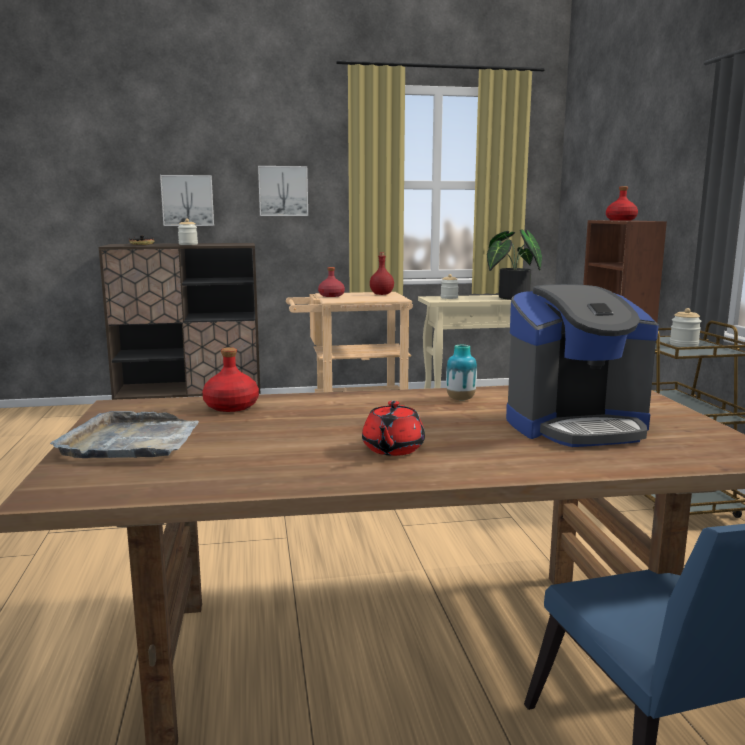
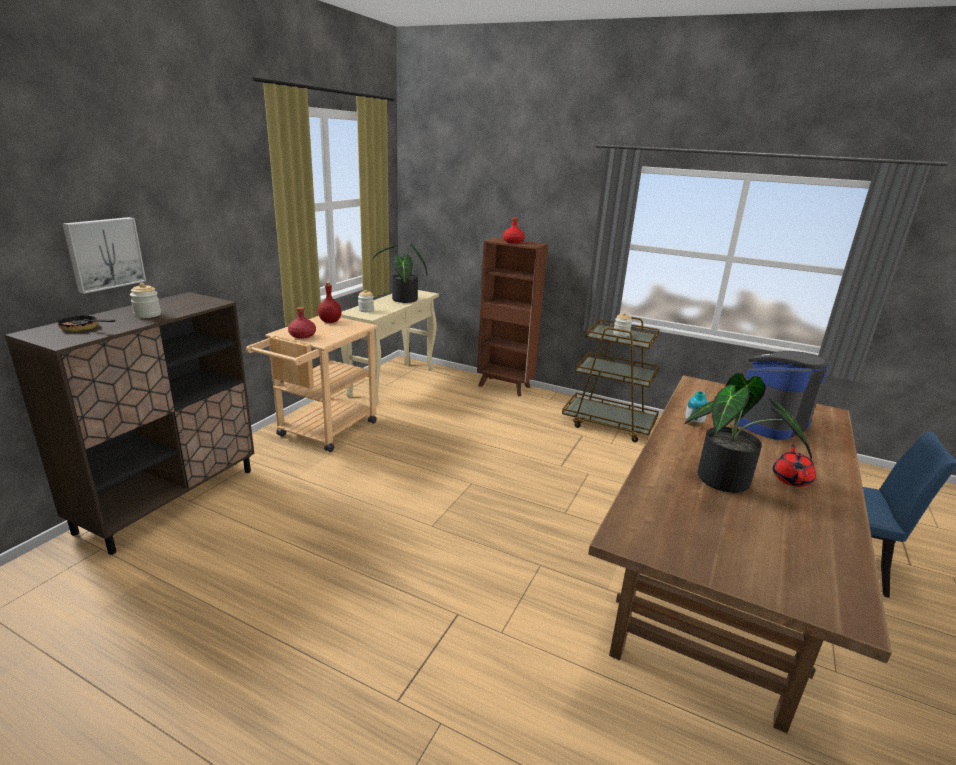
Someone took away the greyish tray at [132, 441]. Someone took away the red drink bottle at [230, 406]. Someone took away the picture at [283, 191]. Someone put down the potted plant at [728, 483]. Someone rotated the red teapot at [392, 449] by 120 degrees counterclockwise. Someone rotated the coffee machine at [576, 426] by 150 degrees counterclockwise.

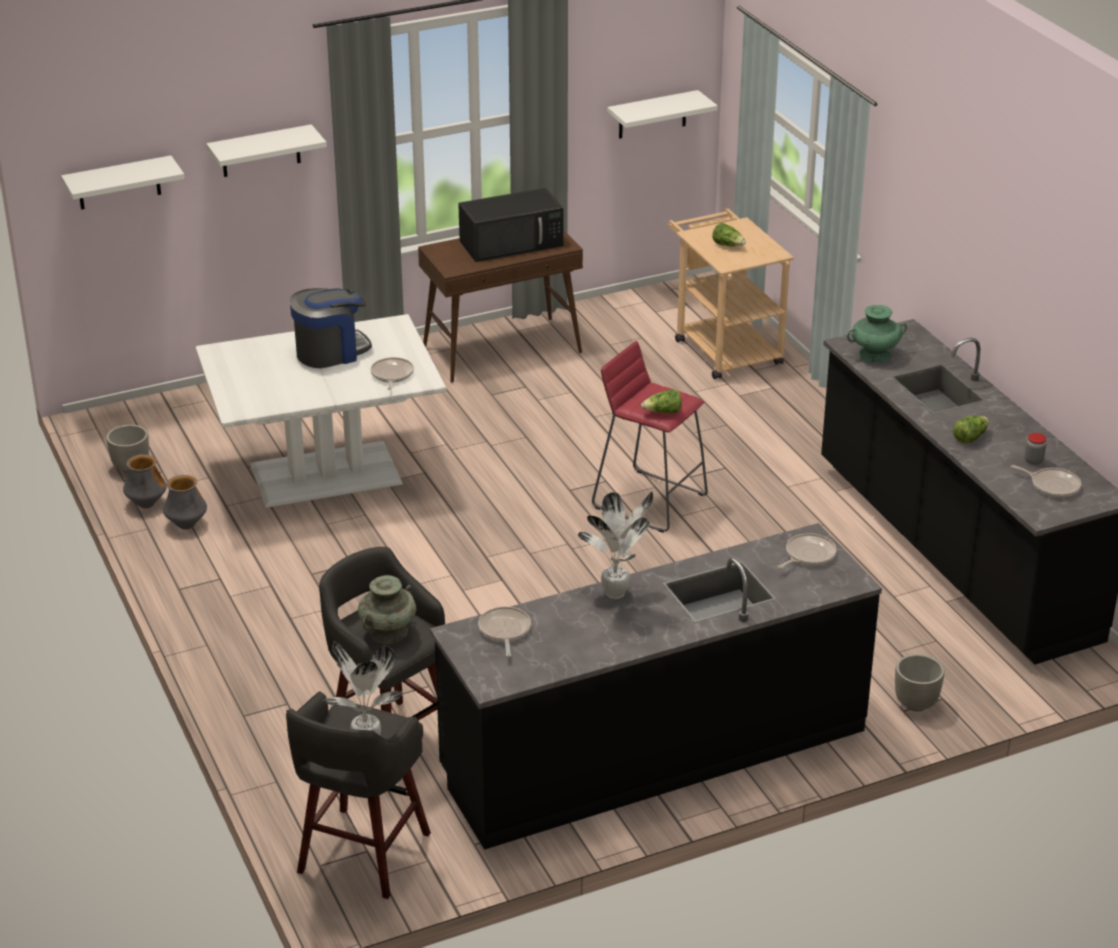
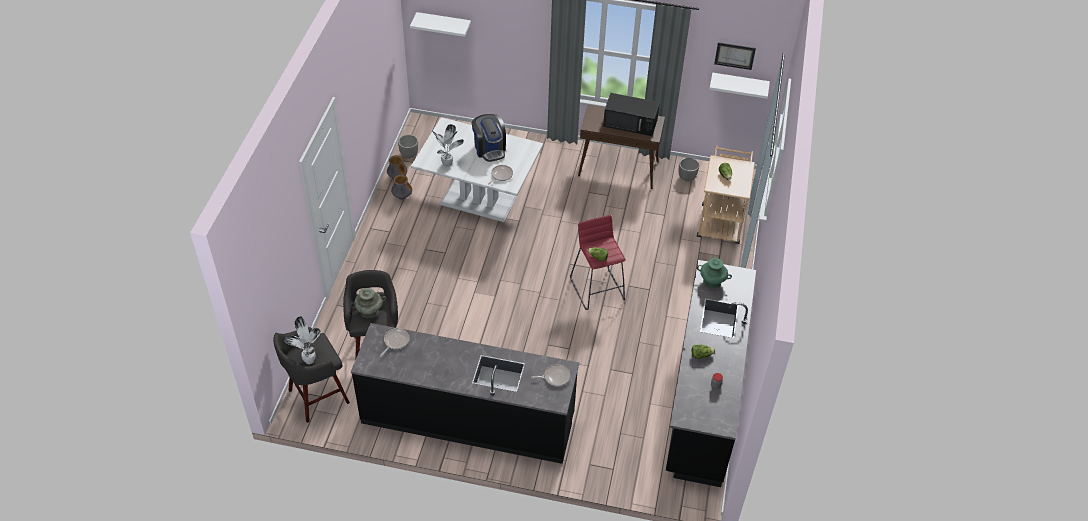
Someone took away the white bracket shelf at [260, 151]. Someone took away the frying pan at [1052, 485]. Someone put up the picture at [734, 55]. Someone carried the potted plant from [617, 593] to [447, 164]. Someone carried the planter from [915, 704] to [686, 178]. Someone rotated the coffee machine at [331, 352] by 60 degrees clockwise.

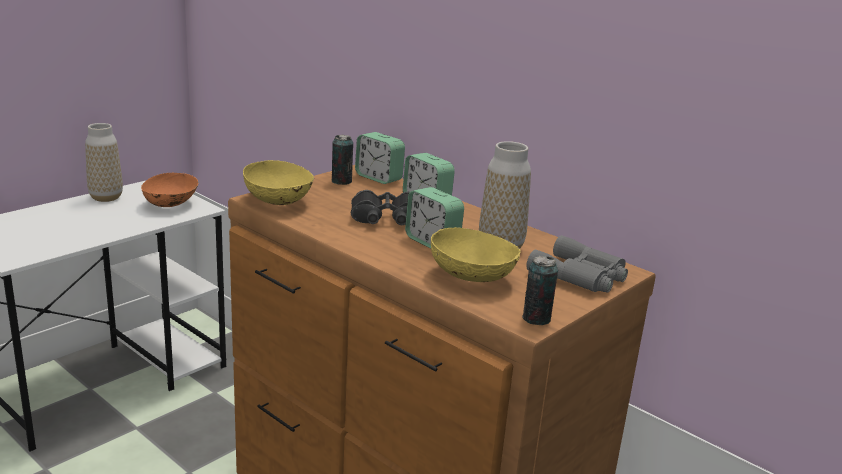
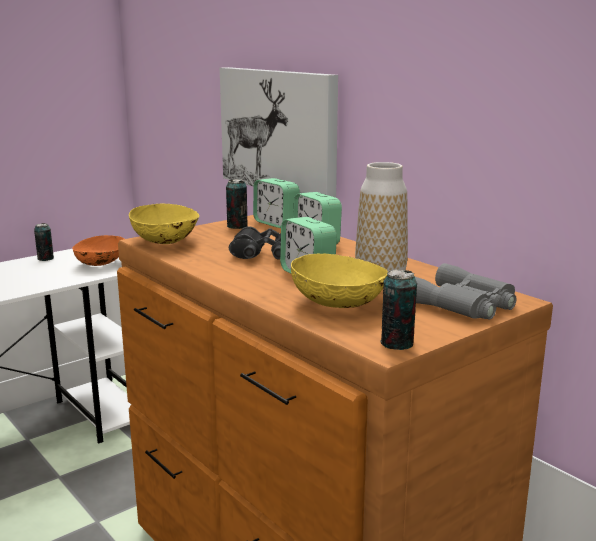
Someone put up the picture at [279, 131]. Someone swapped the decorative vase at [106, 197] for the can at [45, 259].

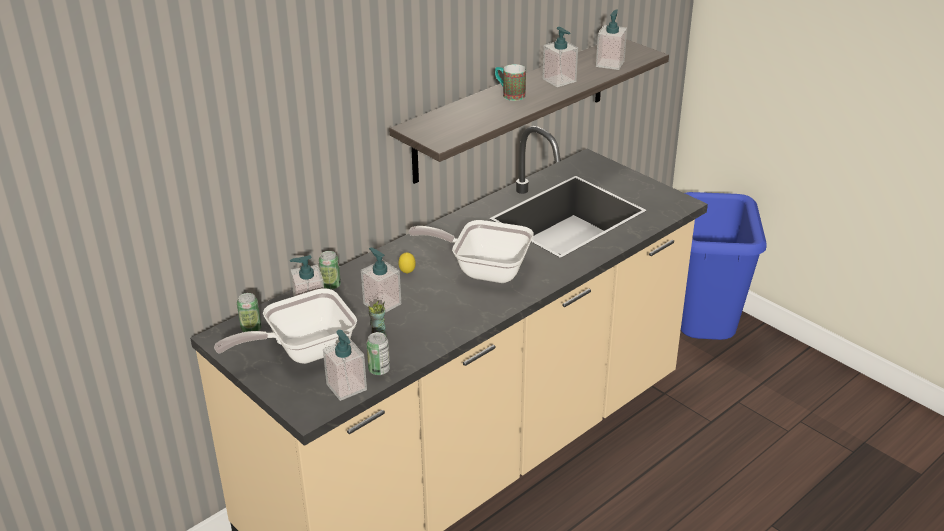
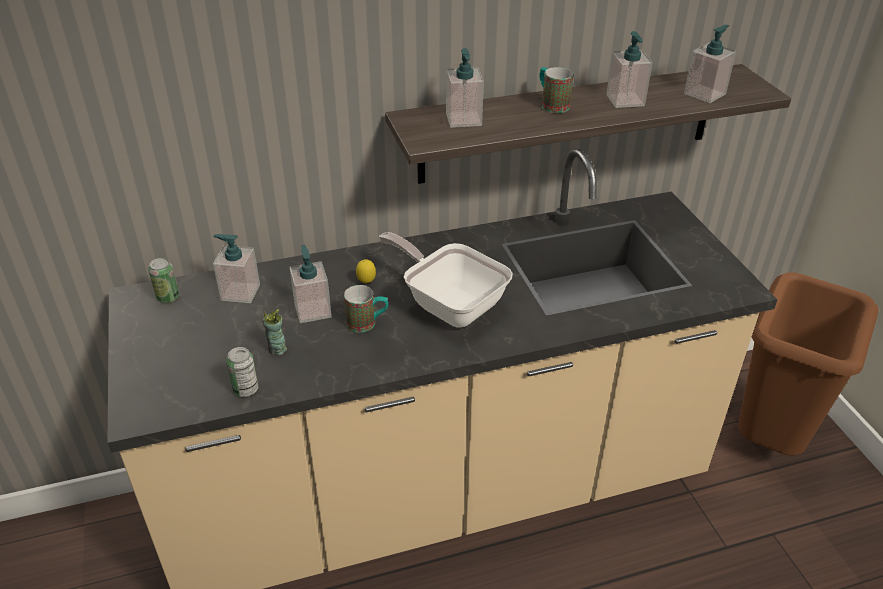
Someone took away the frying pan at [302, 351]. Someone took away the can at [331, 285]. Someone put down the coffee mug at [367, 323]. Someone carried the soap bottle from [346, 387] to [463, 119]. Someone repainted the blue-coloured rubbish bin at [702, 339], which became the brownish rubbish bin at [768, 441].

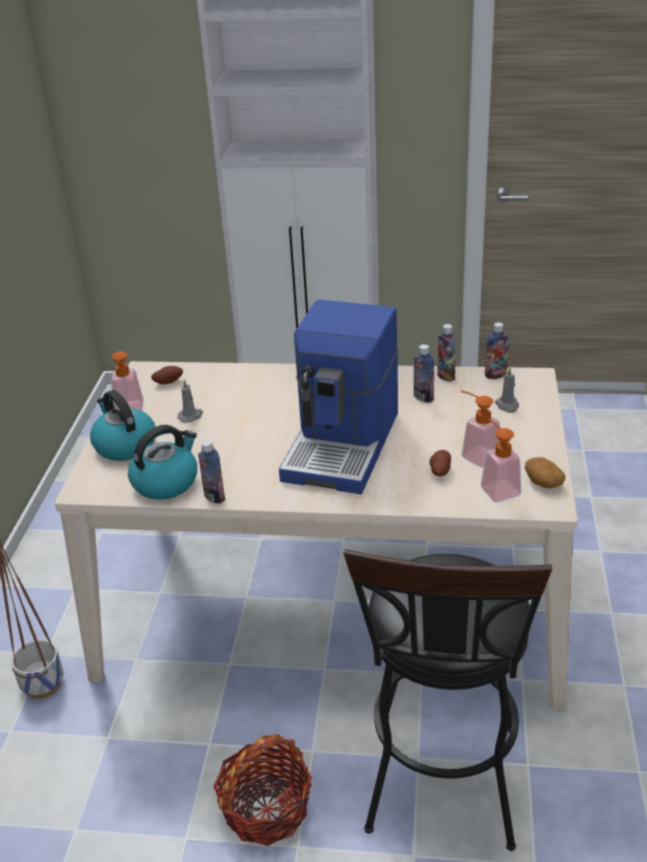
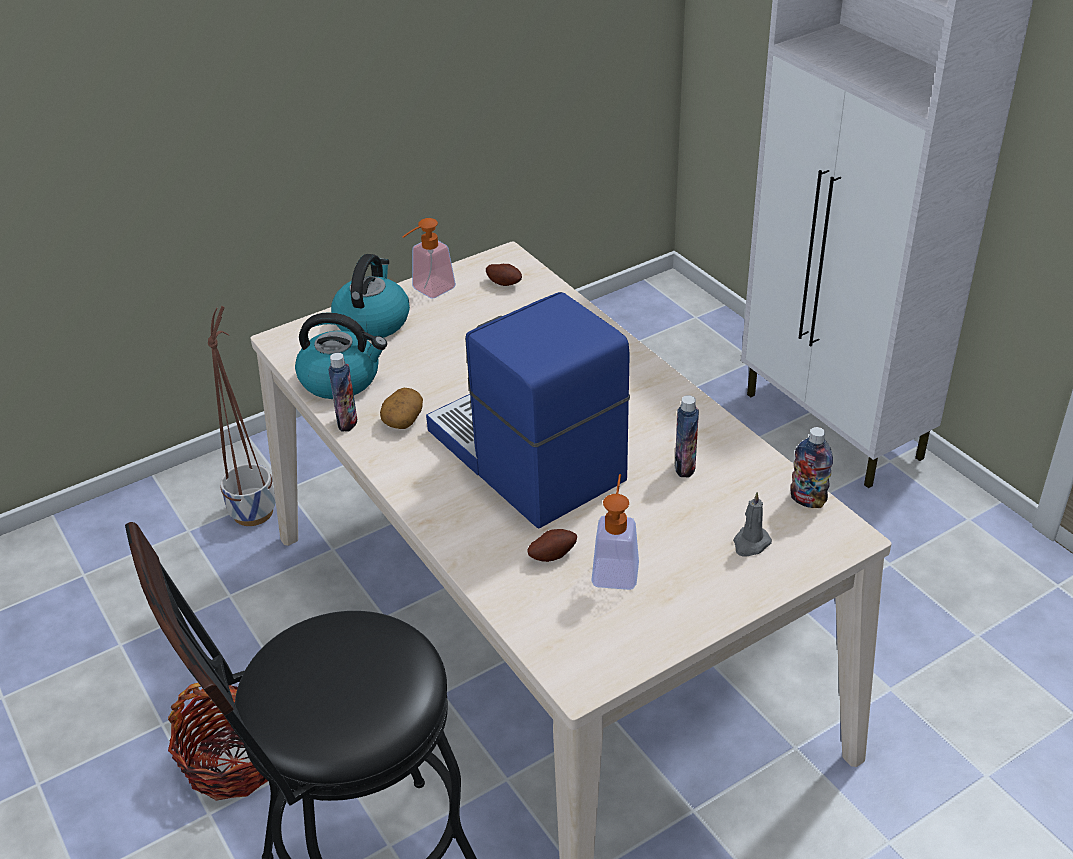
Someone took away the greyish candle at [191, 416]. Someone took away the drink bottle at [446, 376]. Someone took away the soap bottle at [496, 487]. Someone carried the whole potato from [543, 482] to [403, 419]. Someone rotated the coffee machine at [344, 445] by 75 degrees clockwise.

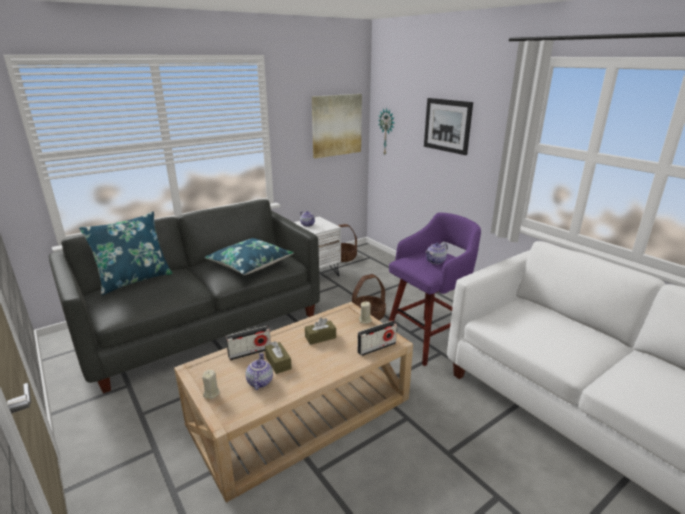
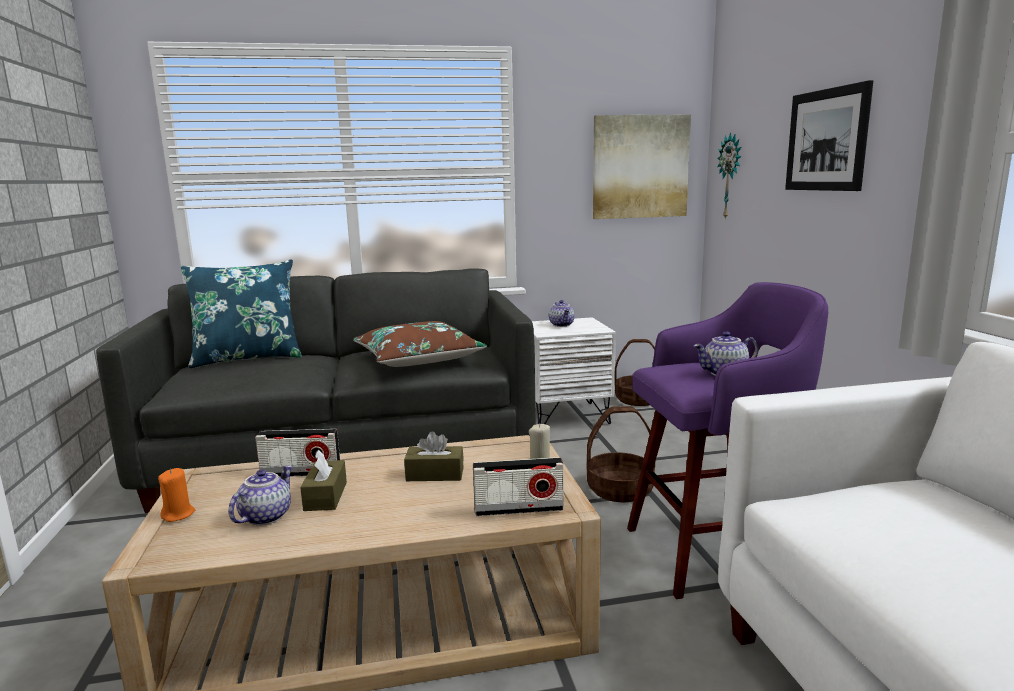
Someone repainted the sand-coloured candle at [211, 393], which became the orange candle at [178, 514]. Someone repainted the blue-coloured throw pillow at [250, 264], which became the brownish throw pillow at [418, 359].

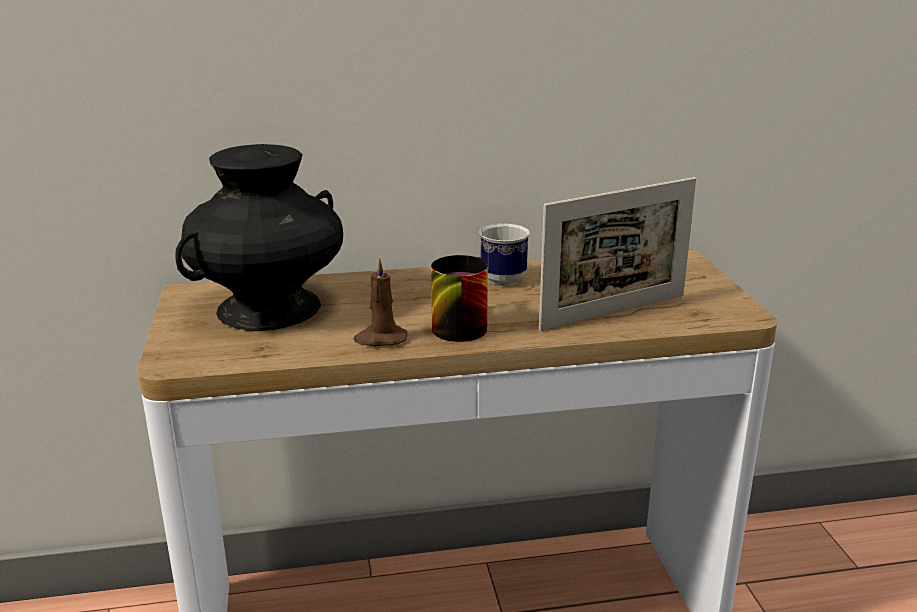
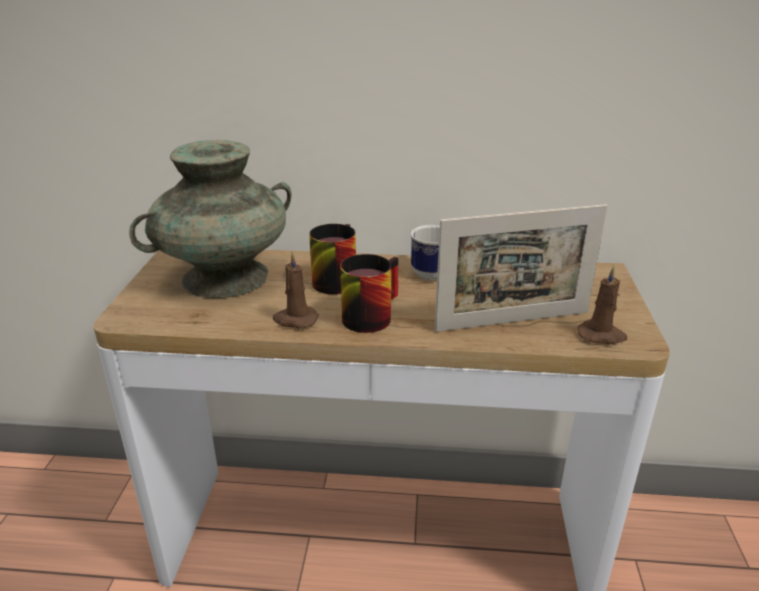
Someone put down the coffee mug at [333, 279]. Someone put down the brownish candle at [601, 335]. Someone repainted the black-coloured decorative vase at [268, 309], which became the turquoise-coloured decorative vase at [225, 278].

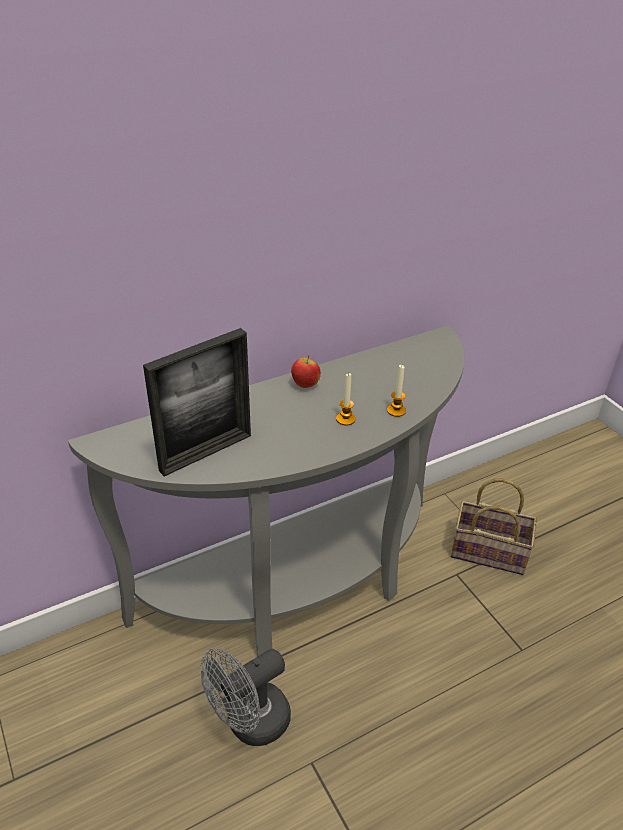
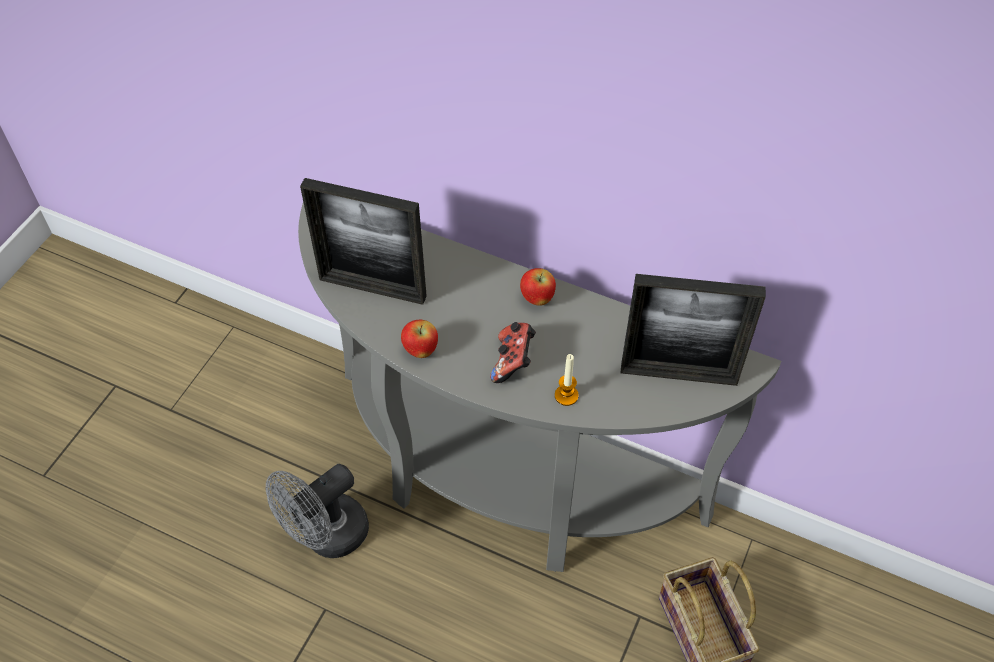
Someone put down the whole apple at [420, 350]. Someone put down the picture frame at [678, 374]. Someone swapped the candle at [345, 419] for the game controller at [513, 361]. Someone rotated the greyish fan at [249, 723] by 60 degrees counterclockwise.

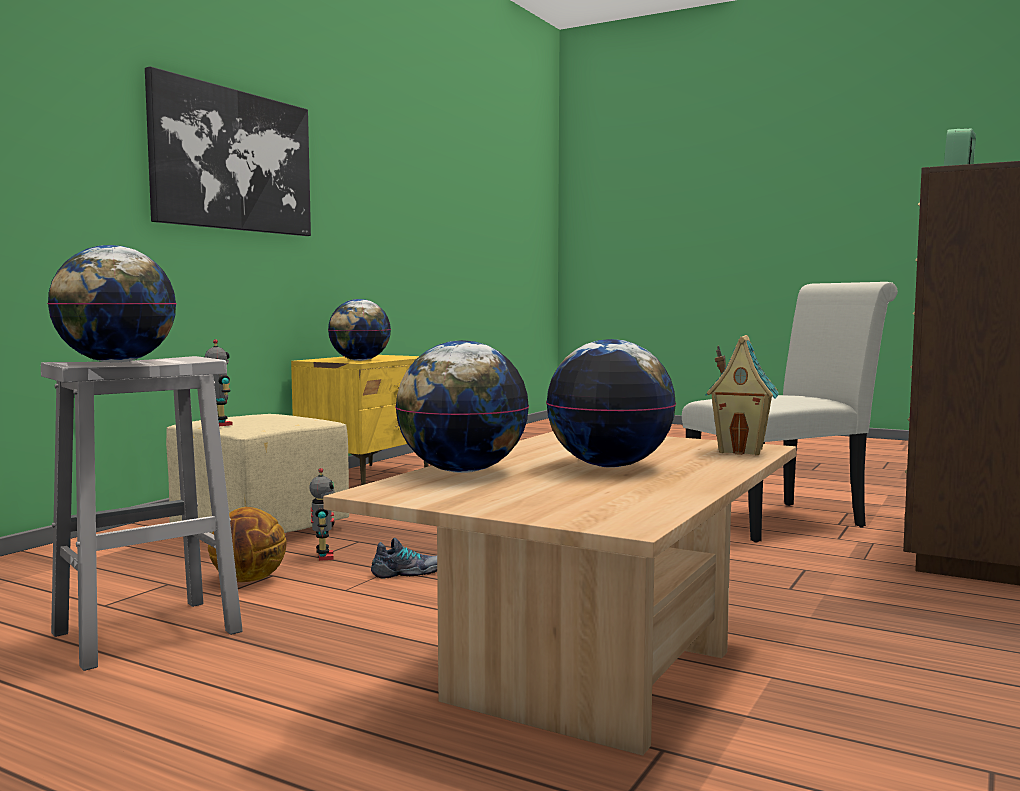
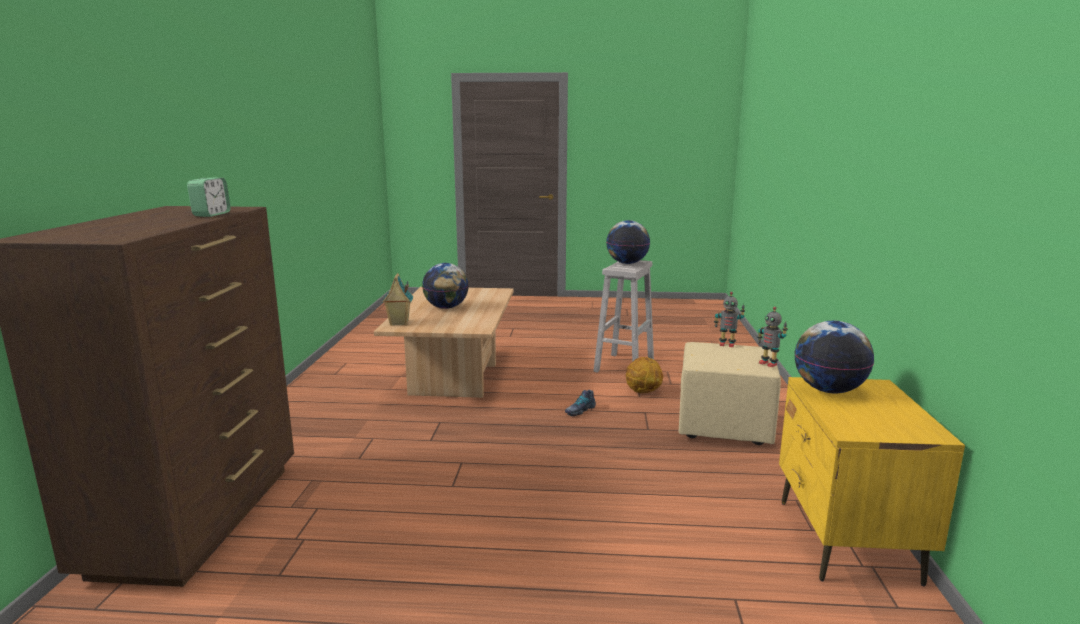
Someone took away the picture at [233, 160]. Someone took away the world globe at [462, 471]. Someone took away the white plain chair at [783, 520]. Someone carried the toy robot from [323, 557] to [768, 364].

